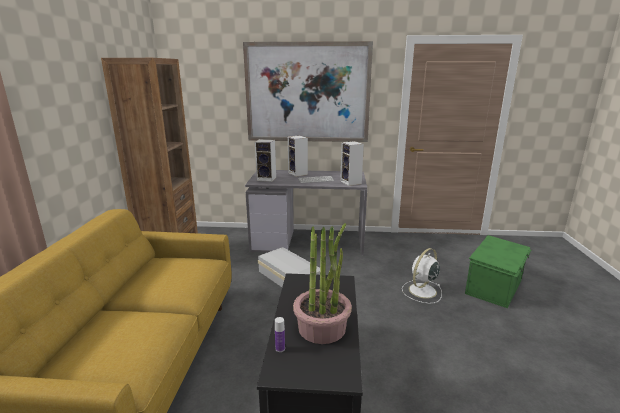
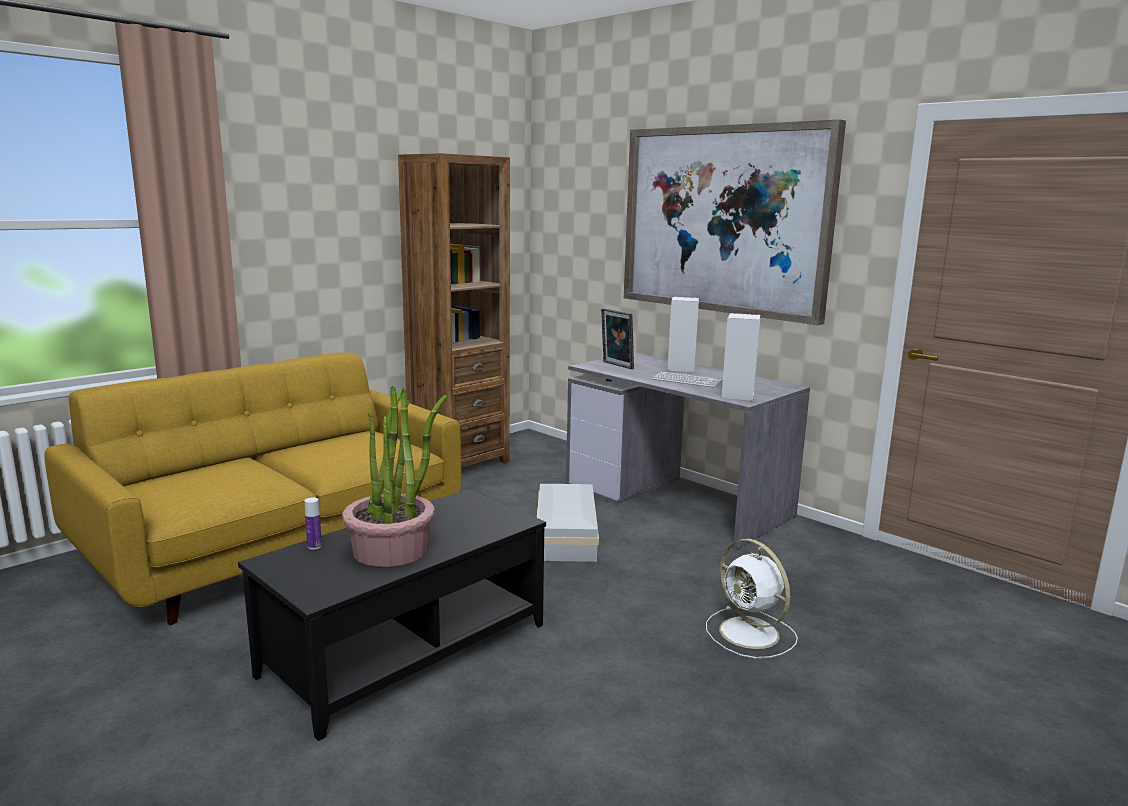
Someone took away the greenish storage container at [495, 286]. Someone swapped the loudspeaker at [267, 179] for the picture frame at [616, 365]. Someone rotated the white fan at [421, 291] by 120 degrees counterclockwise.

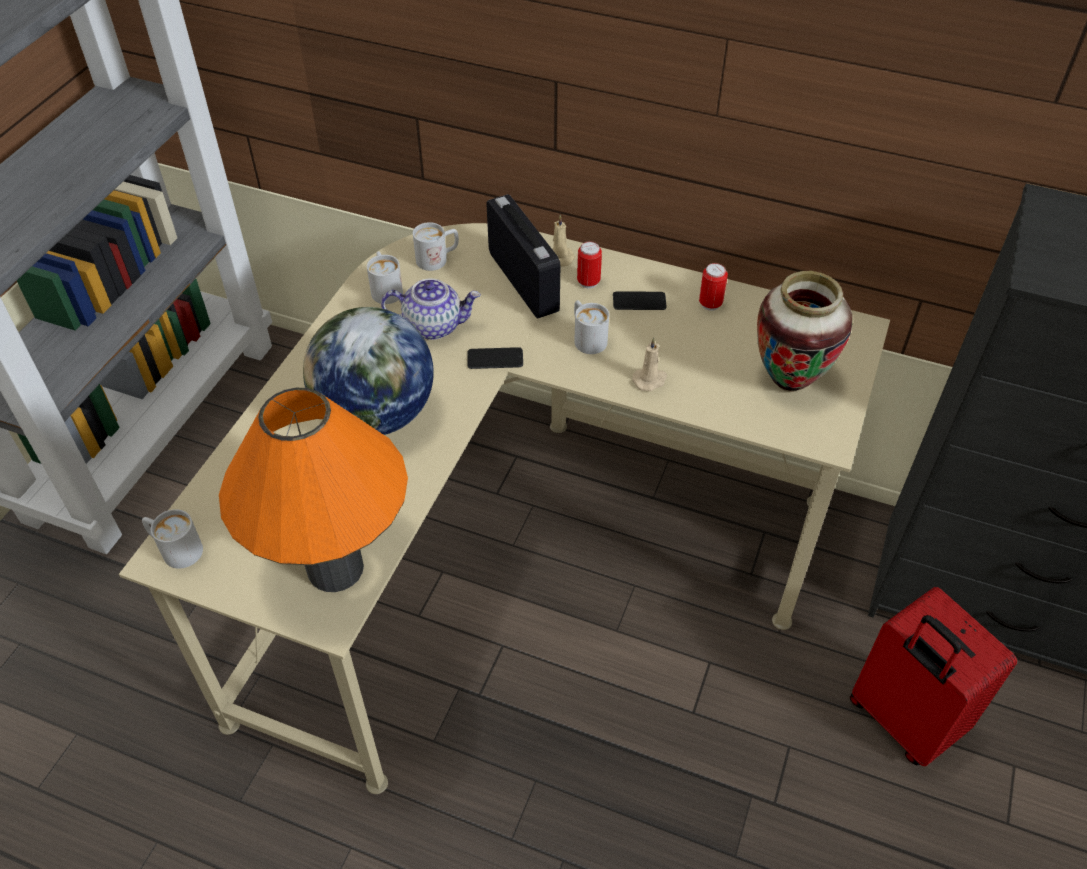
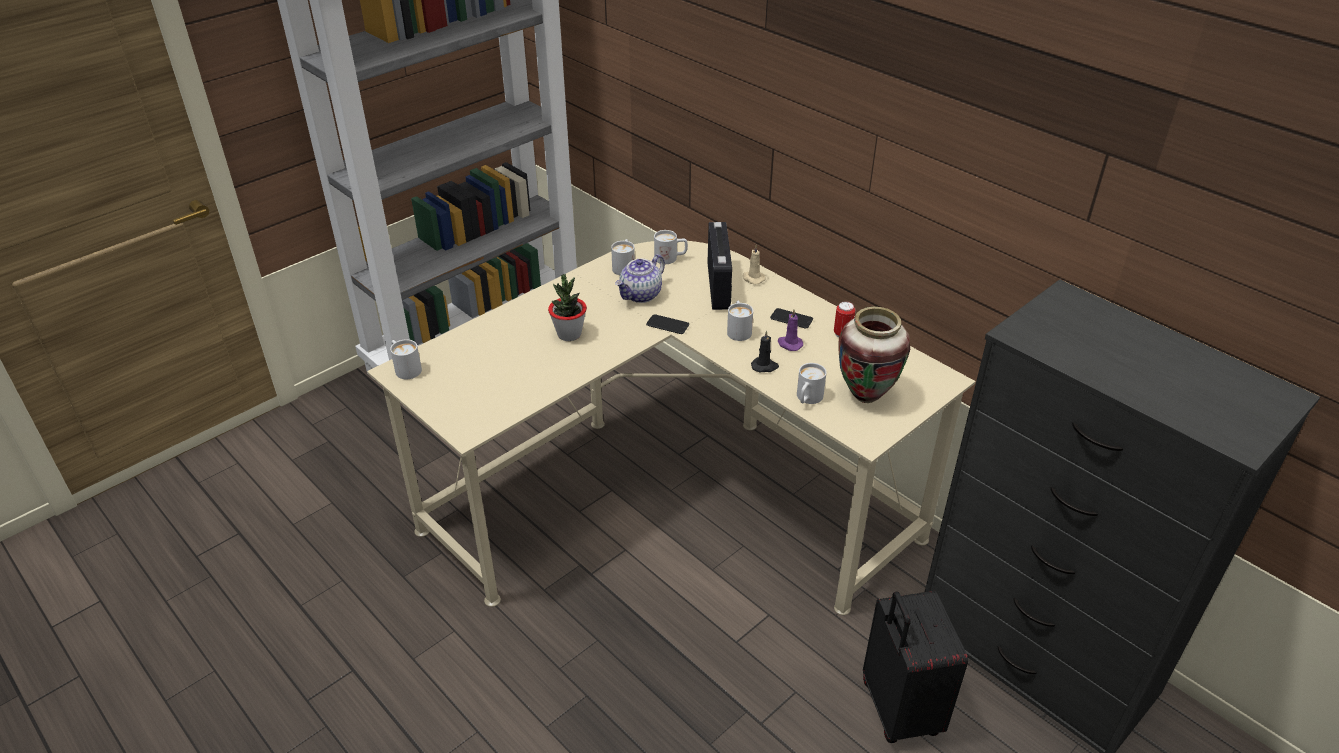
Someone took away the orange table lamp at [335, 568]. Someone took away the can at [588, 282]. Someone put down the purplish candle at [789, 344]. Someone put down the white coffee mug at [807, 399]. Someone swapped the world globe at [376, 415] for the potted plant at [569, 334]. Someone repainted the sand-coloured candle at [650, 380], which became the black-coloured candle at [765, 366]. Someone repainted the red travel case at [902, 720], which became the black-coloured travel case at [897, 709]. Someone rotated the teapot at [434, 325] by 105 degrees clockwise.

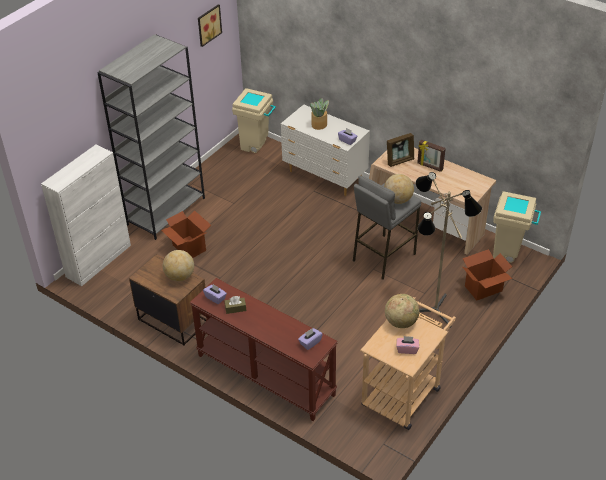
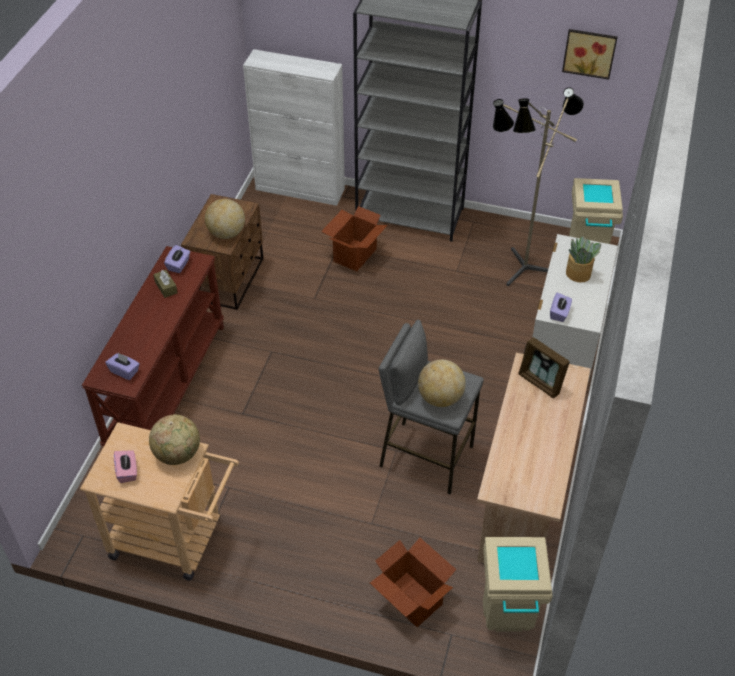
Someone took away the picture frame at [430, 166]. Someone carried the standard lamp from [431, 314] to [519, 267].

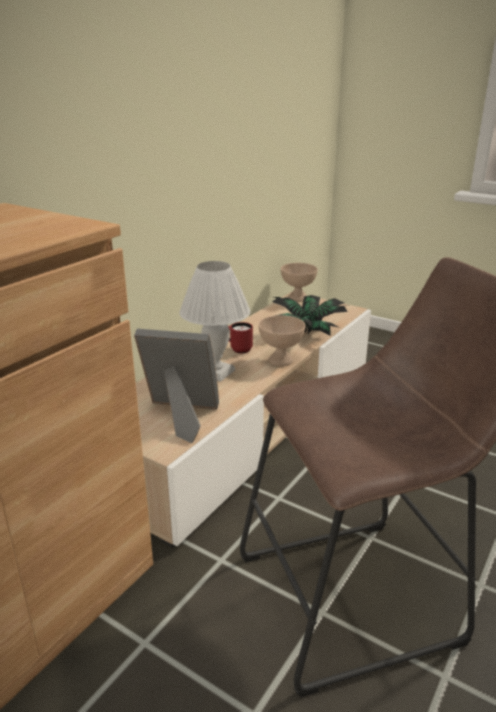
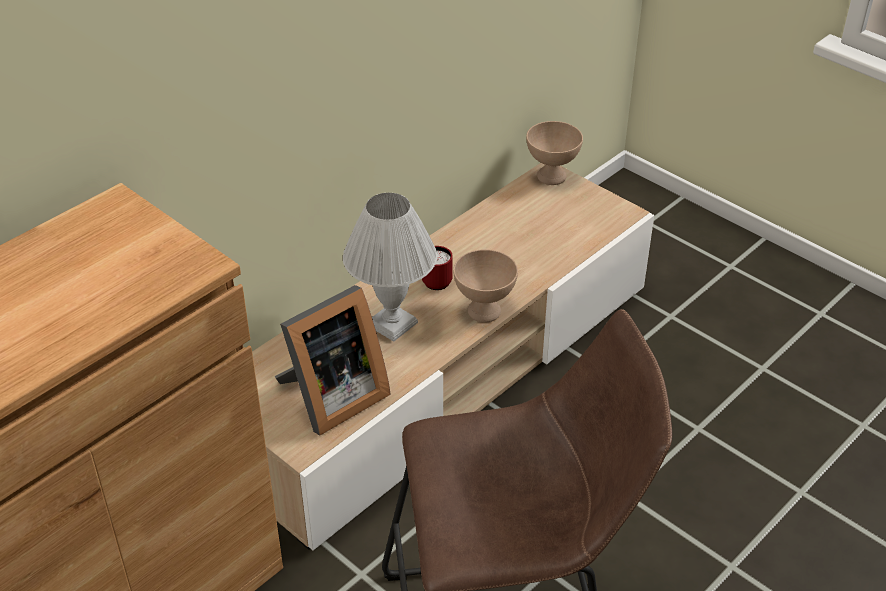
Someone took away the potted plant at [308, 331]. Someone rotated the picture frame at [181, 417] by 120 degrees clockwise.

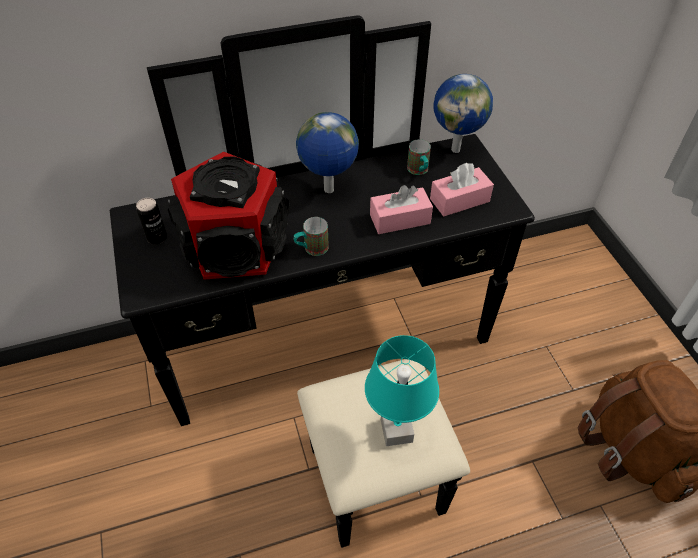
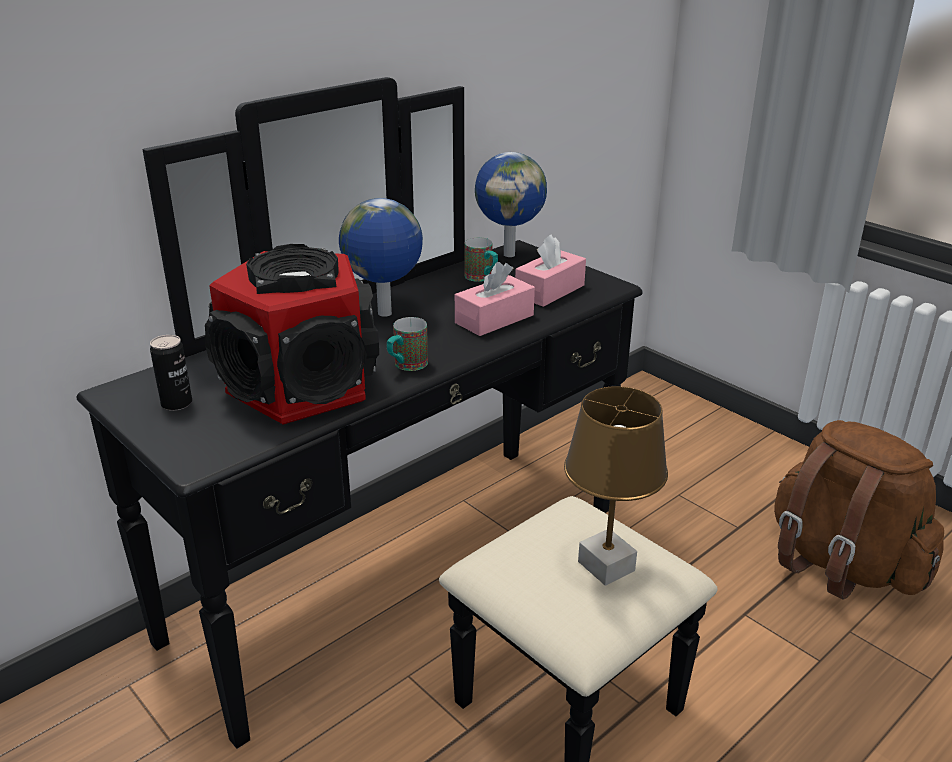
Someone repainted the turquoise-coloured table lamp at [395, 430], which became the brownish table lamp at [605, 566].

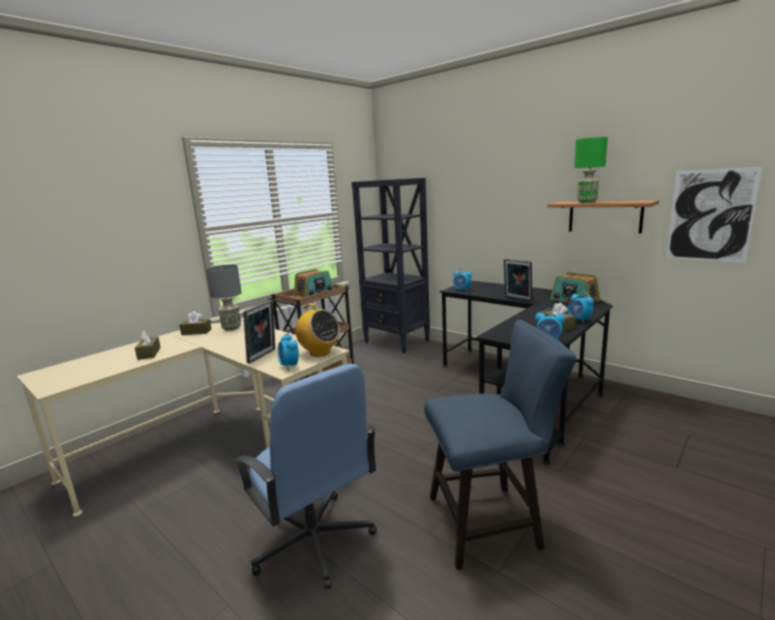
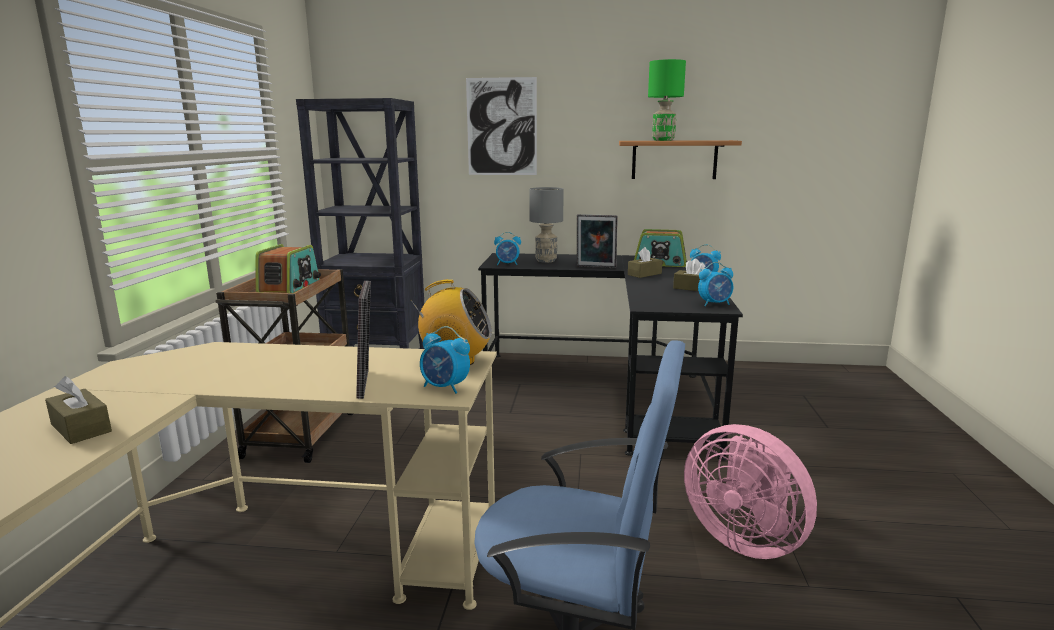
Someone carried the brownish tissue box from [196, 332] to [644, 274]. Someone carried the greyish table lamp from [232, 327] to [546, 260]. Someone carried the picture from [710, 215] to [501, 127]. Someone swapped the blue-coloured plain chair at [491, 521] for the pink-coloured fan at [744, 538].

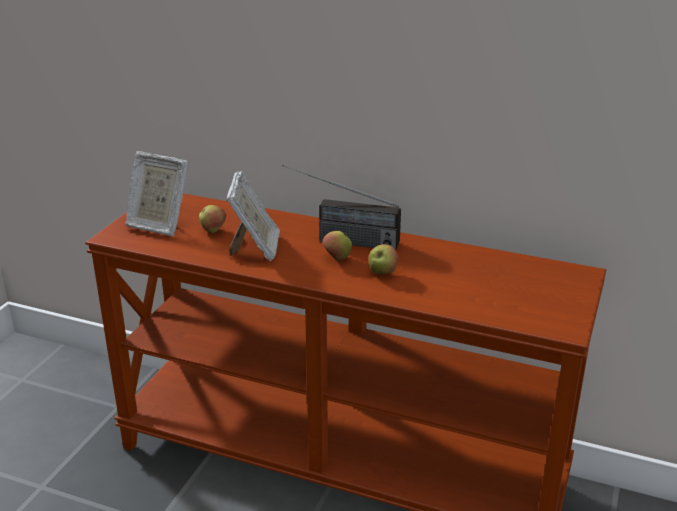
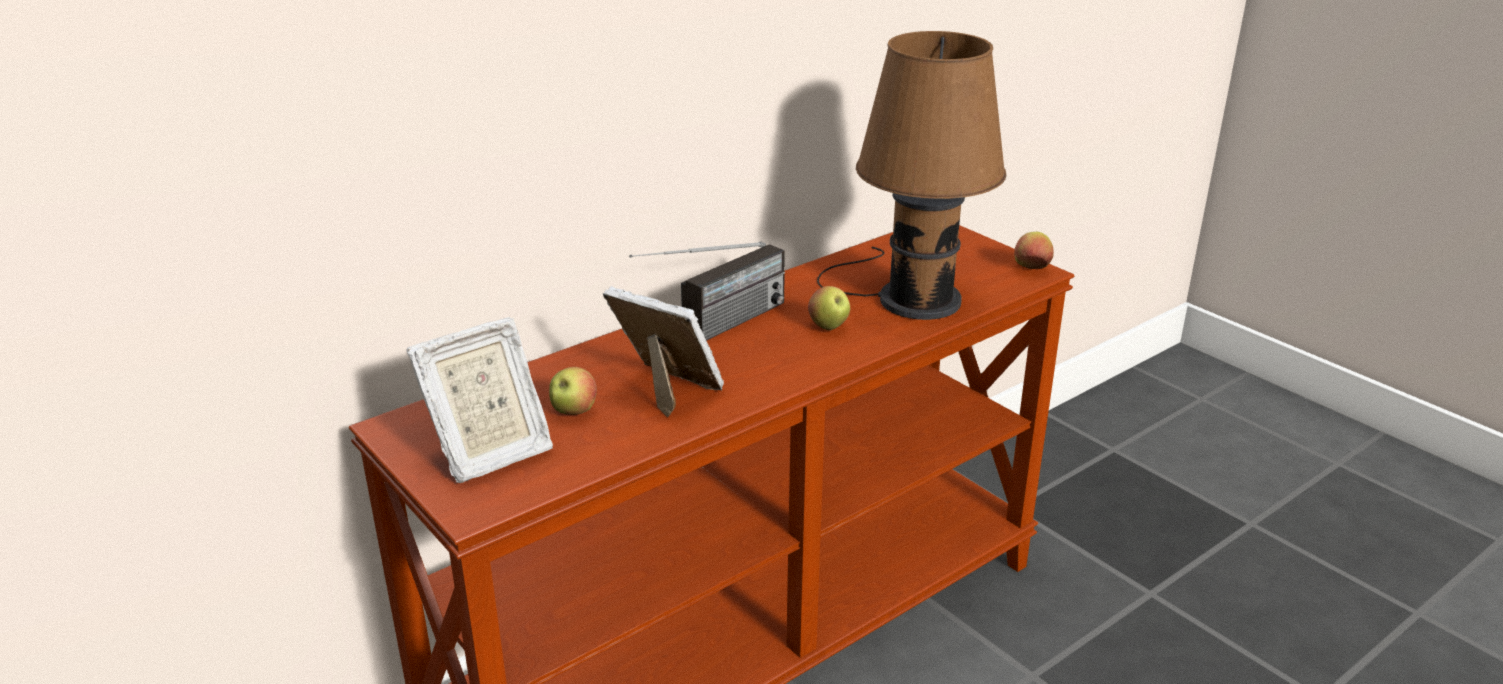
Someone put down the brownish table lamp at [911, 297]. Someone carried the whole apple from [336, 258] to [1031, 269].

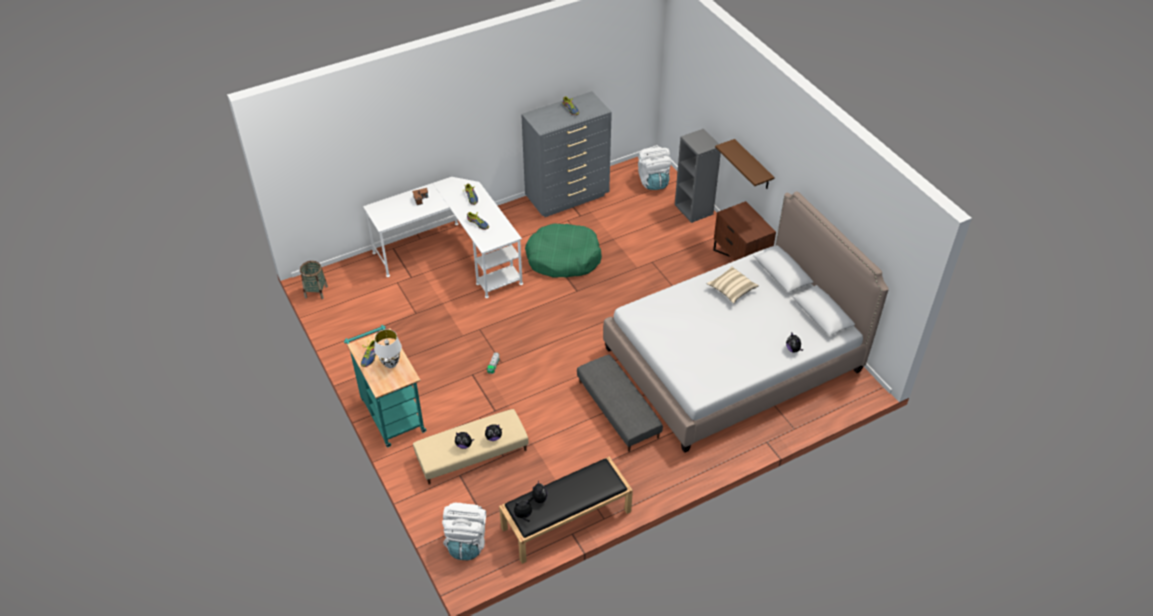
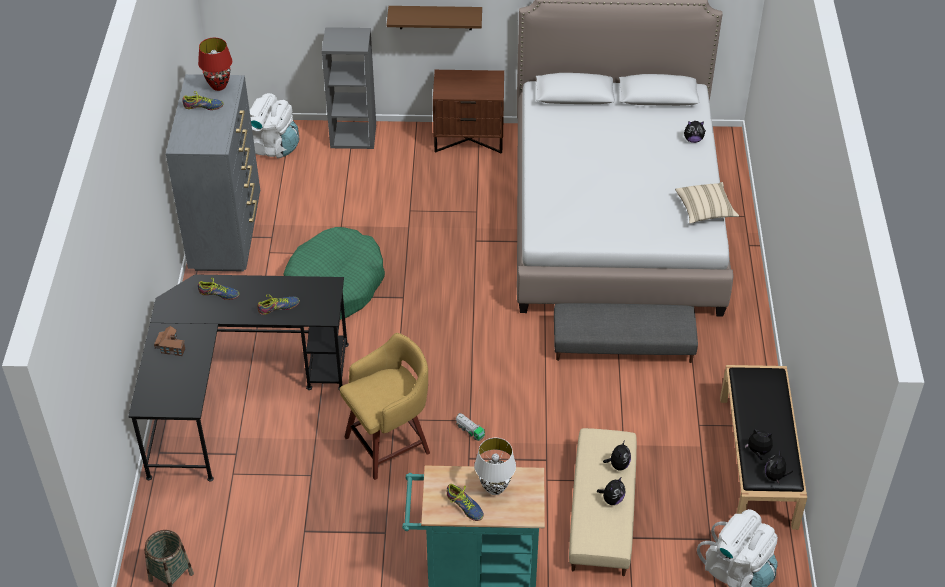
Someone put down the red table lamp at [218, 86]. Someone put down the yellow-coloured sitting stool at [390, 444]. Someone carried the sand-coloured throw pillow from [731, 290] to [705, 210]. Someone repainted the white desk at [453, 256], which became the black-coloured desk at [233, 392].

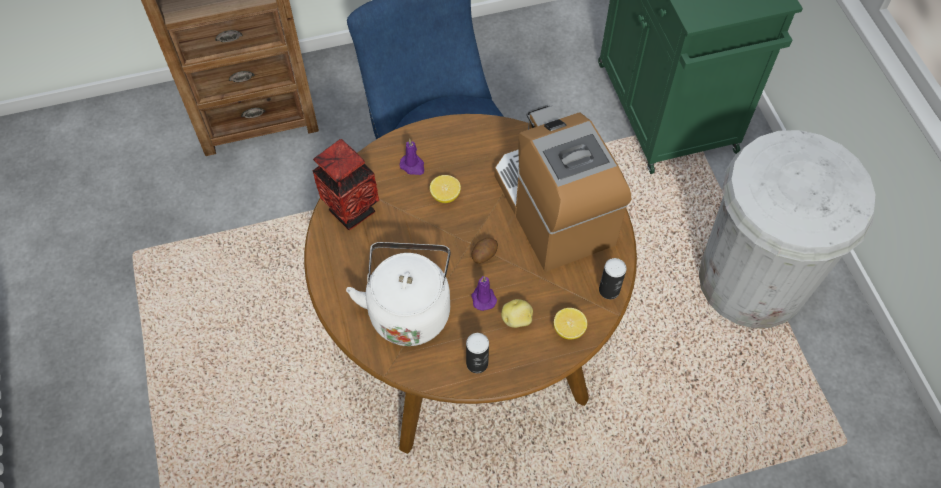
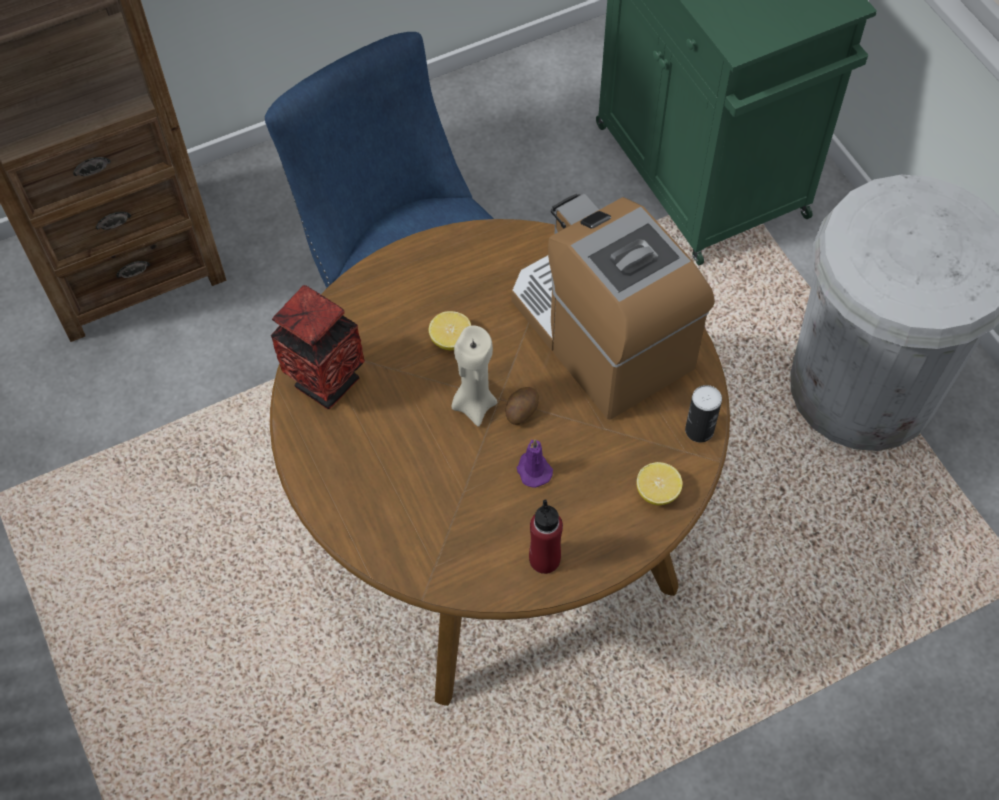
Someone took away the white tea kettle at [409, 309]. Someone took away the purplish candle at [413, 166]. Someone took away the whole potato at [517, 319]. Someone put down the sand-coloured candle at [474, 404]. Someone swapped the can at [477, 363] for the red drink bottle at [544, 559].

